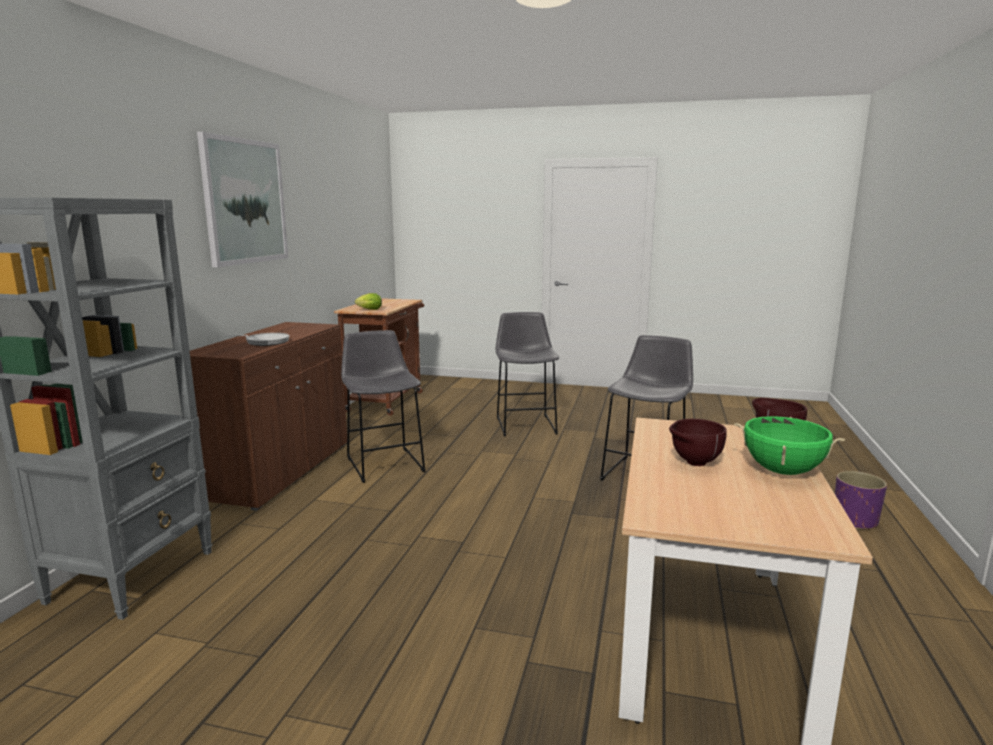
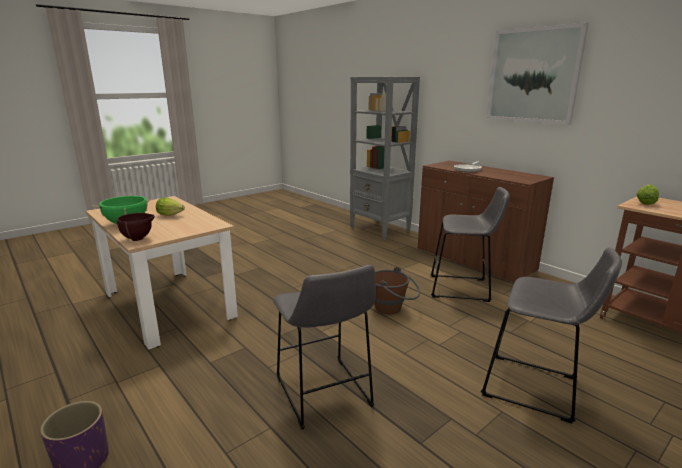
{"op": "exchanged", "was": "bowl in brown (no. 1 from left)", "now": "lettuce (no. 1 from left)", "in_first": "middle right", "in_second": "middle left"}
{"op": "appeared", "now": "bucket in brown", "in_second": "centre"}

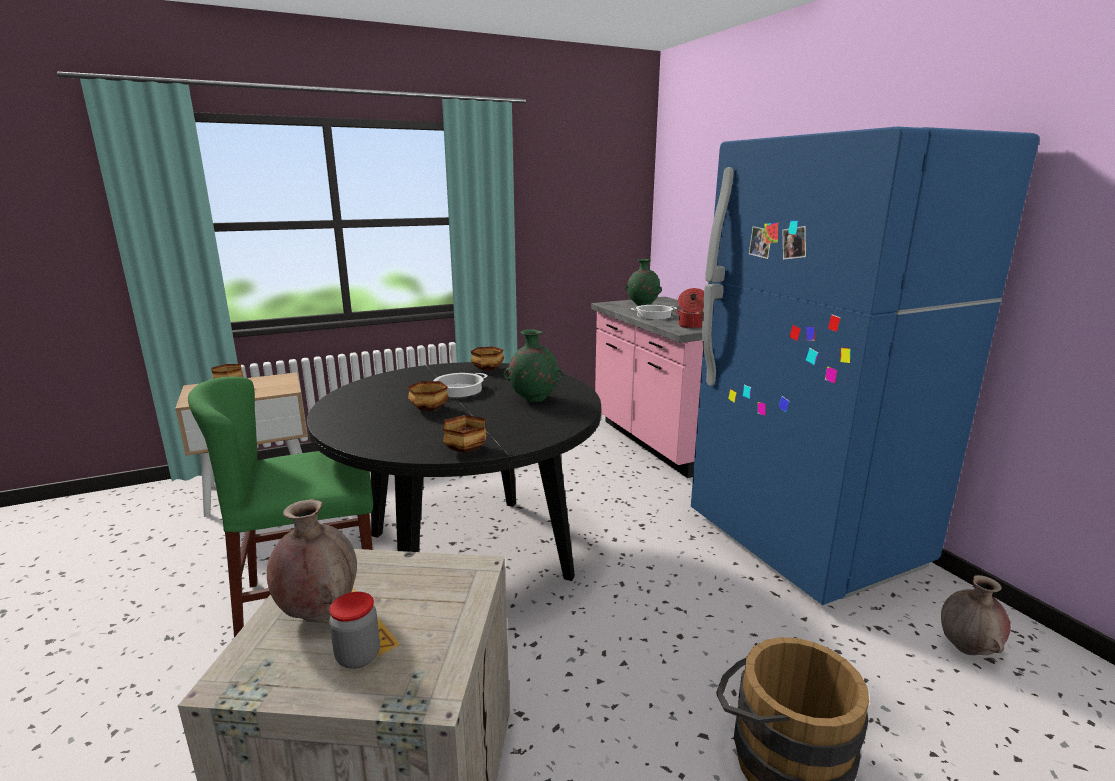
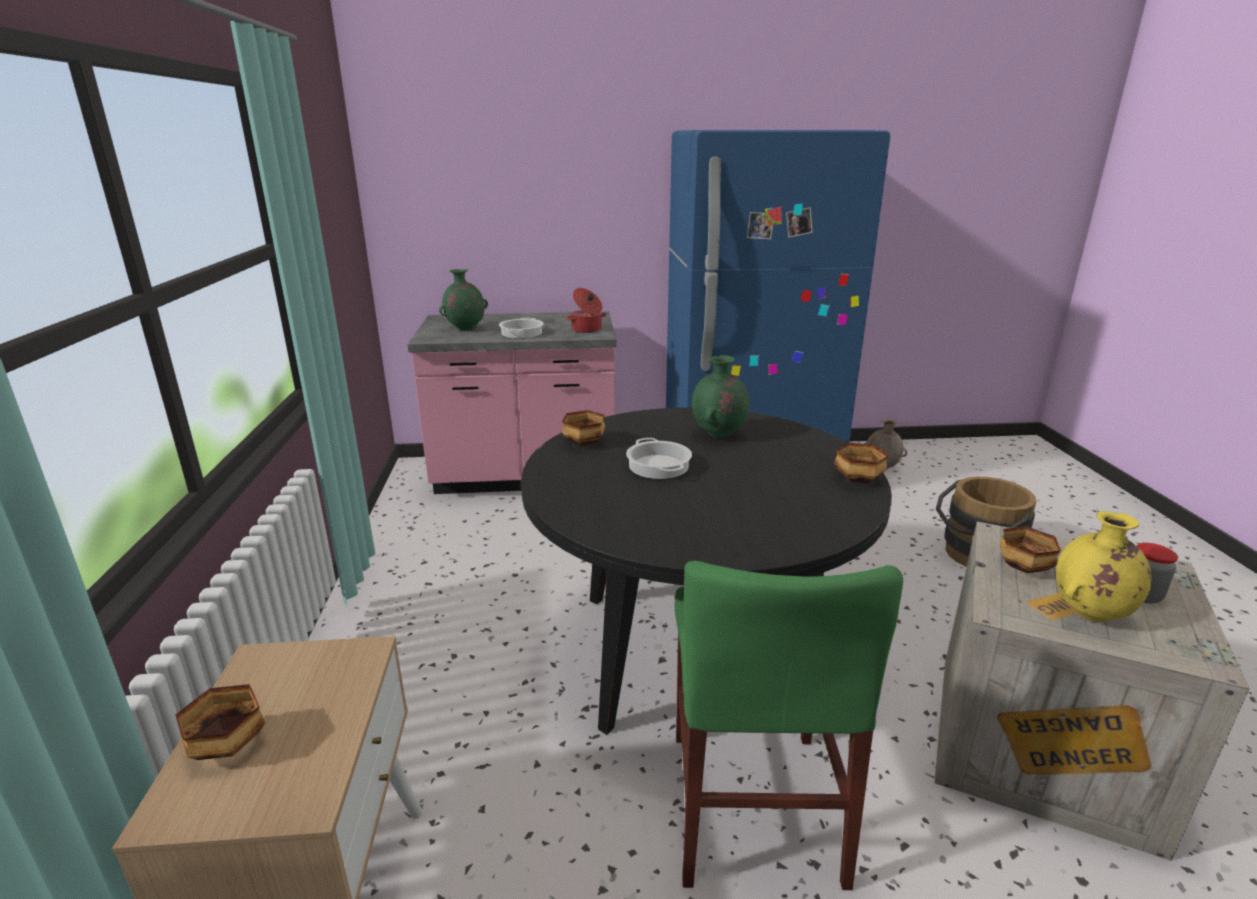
{"op": "relocated", "was": "bowl (no. 2 from left in the first image)", "now": "bowl (no. 4 from left)", "in_first": "centre", "in_second": "middle right"}
{"op": "colour", "was": "vase in brown (no. 1 from left)", "now": "vase in yellow", "in_first": "bottom left", "in_second": "middle right"}

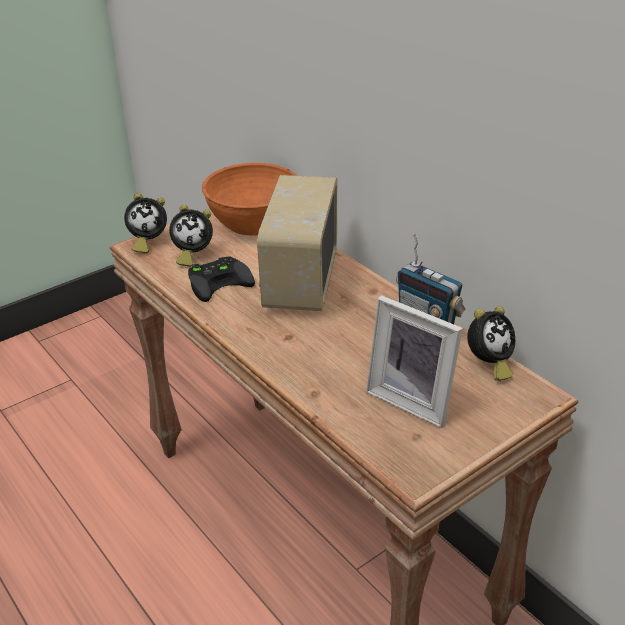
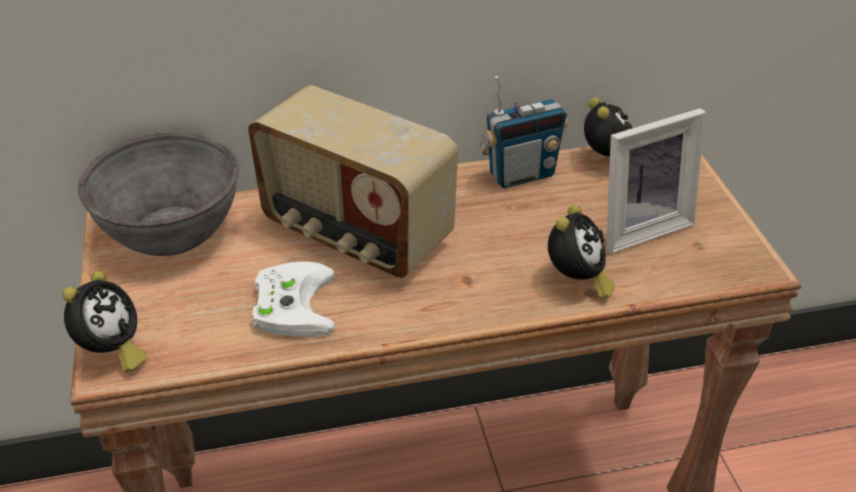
{"op": "colour", "was": "bowl in orange", "now": "bowl in grey", "in_first": "top centre", "in_second": "middle left"}
{"op": "colour", "was": "game controller in black", "now": "game controller in white", "in_first": "centre", "in_second": "centre"}
{"op": "relocated", "was": "alarm clock (no. 2 from left)", "in_first": "middle left", "in_second": "middle right"}

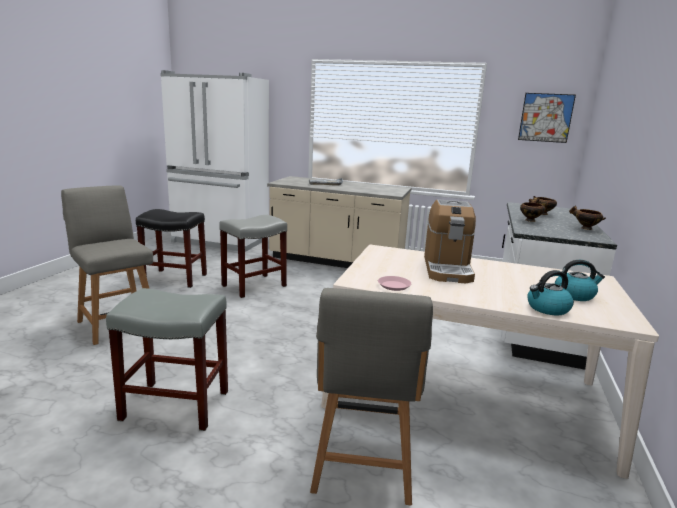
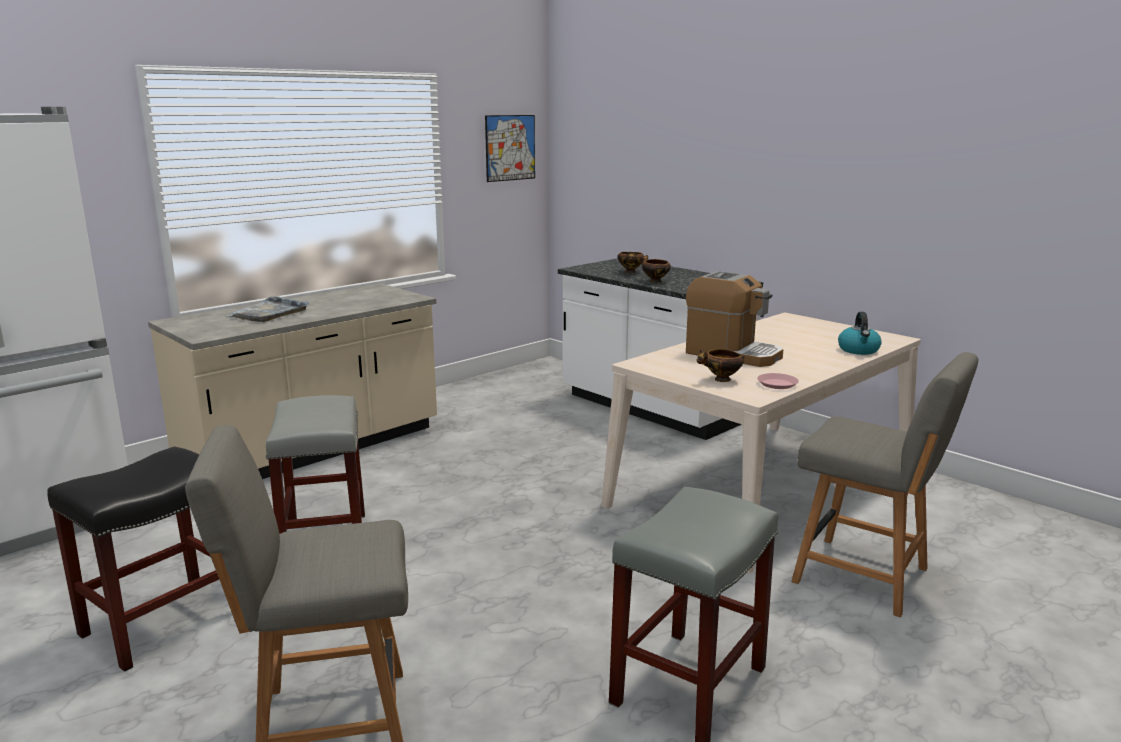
{"op": "relocated", "was": "bowl (no. 3 from left)", "in_first": "middle right", "in_second": "centre"}
{"op": "missing", "was": "kettle (no. 2 from left)", "in_first": "middle right"}

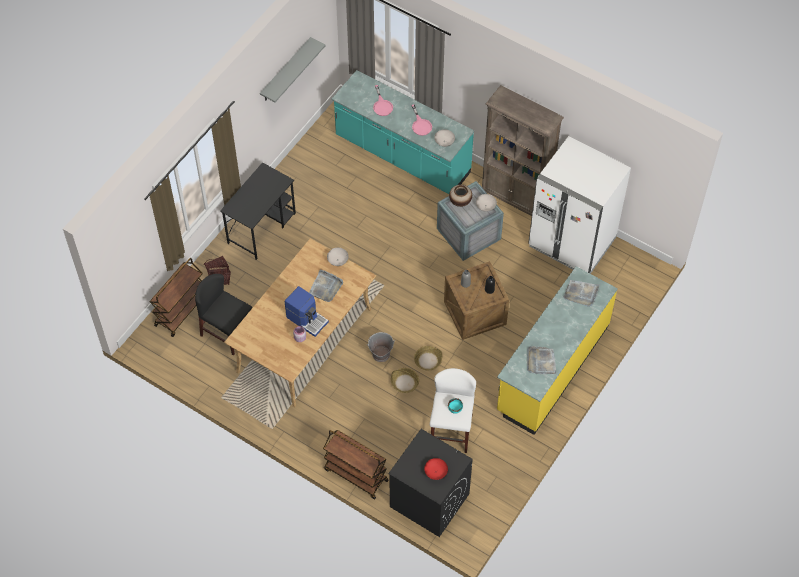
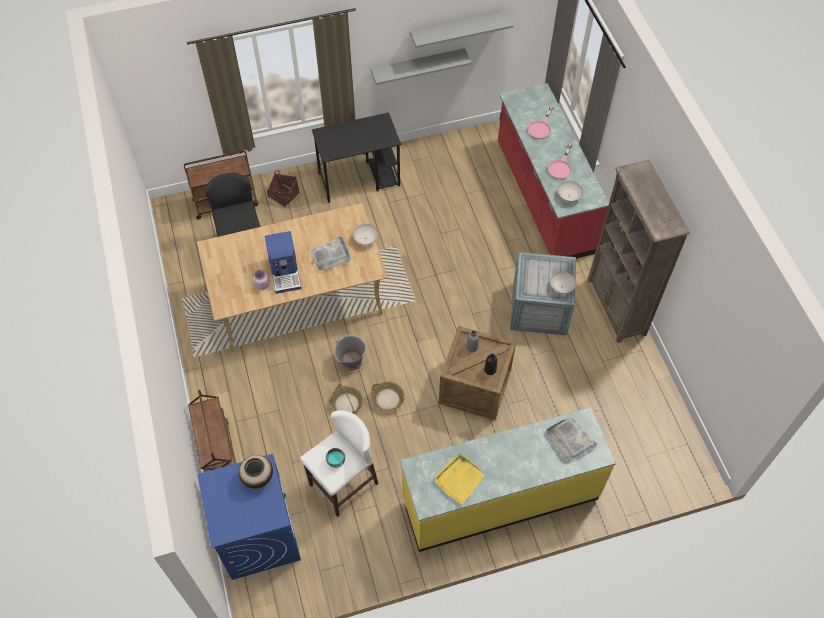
{"op": "colour", "was": "washing machine in black", "now": "washing machine in blue", "in_first": "bottom centre", "in_second": "bottom left"}
{"op": "relocated", "was": "vase", "in_first": "centre", "in_second": "bottom left"}
{"op": "appeared", "now": "shelf in grey (no. 1 from left)", "in_second": "top centre"}
{"op": "colour", "was": "tray in grey (no. 2 from left)", "now": "tray in yellow", "in_first": "middle right", "in_second": "bottom centre"}
{"op": "colour", "was": "counter in turquoise", "now": "counter in red", "in_first": "top centre", "in_second": "top right"}
{"op": "missing", "was": "bowl in red", "in_first": "bottom centre"}
{"op": "missing", "was": "fridge in white", "in_first": "middle right"}

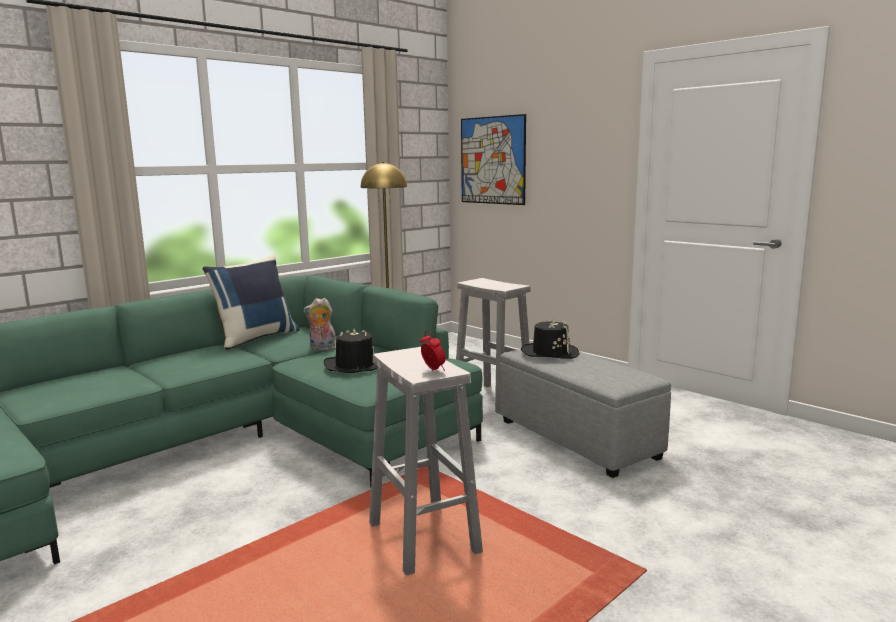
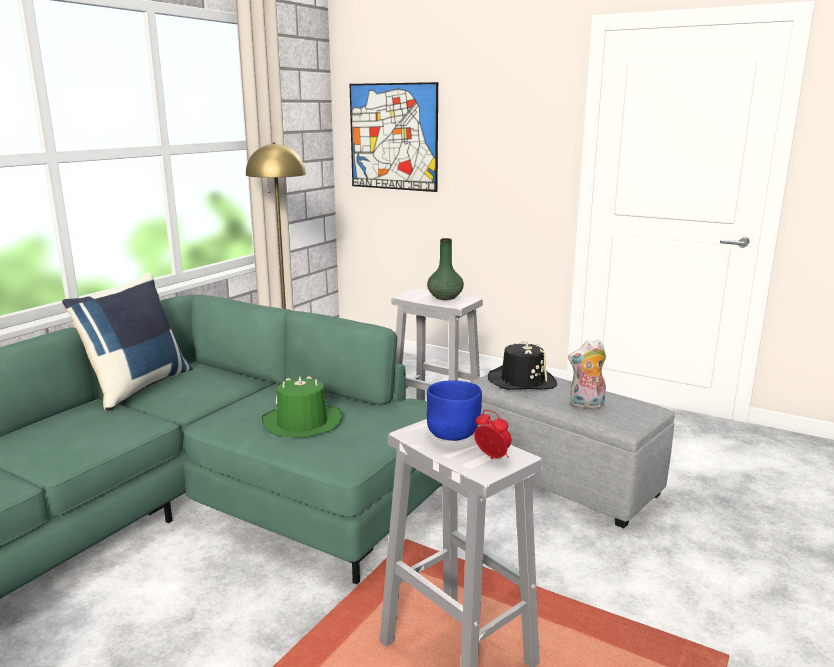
{"op": "colour", "was": "hat in black (no. 1 from left)", "now": "hat in green", "in_first": "centre", "in_second": "centre"}
{"op": "appeared", "now": "vase in green", "in_second": "centre"}
{"op": "appeared", "now": "bowl in blue", "in_second": "centre"}
{"op": "relocated", "was": "plush toy", "in_first": "centre", "in_second": "middle right"}

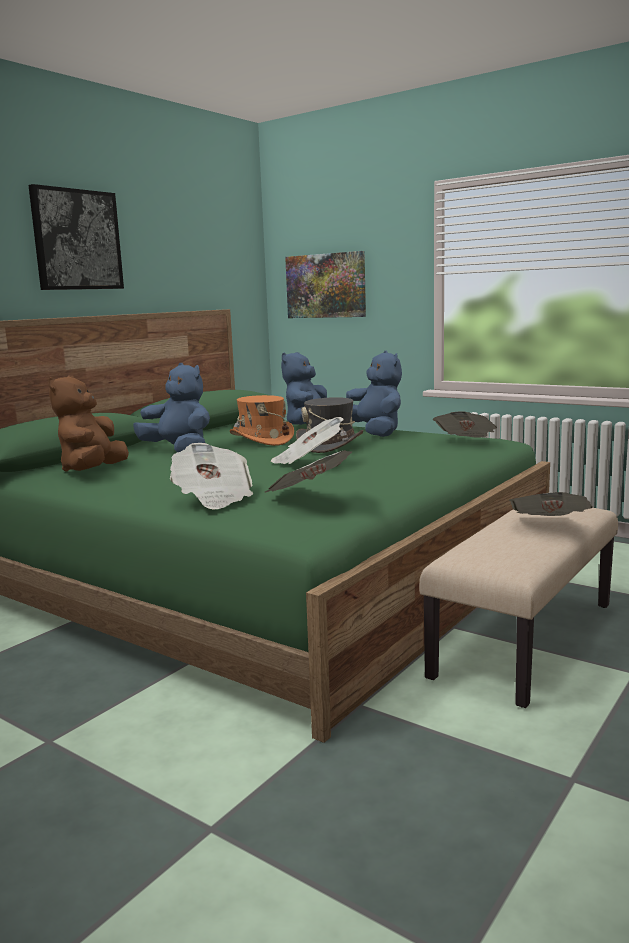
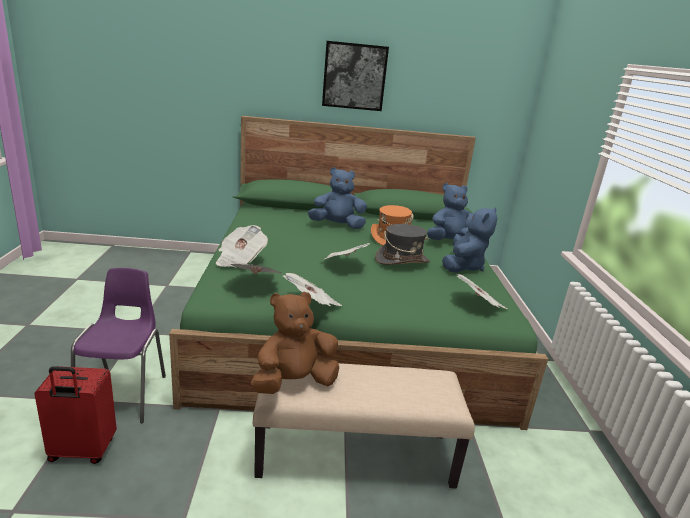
{"op": "appeared", "now": "suitcase in red", "in_second": "bottom left"}
{"op": "appeared", "now": "chair in purple", "in_second": "middle left"}
{"op": "relocated", "was": "plush toy in brown", "in_first": "middle left", "in_second": "centre"}
{"op": "relocated", "was": "newspaper (no. 5 from left in the first image)", "now": "newspaper (no. 3 from left)", "in_first": "middle right", "in_second": "centre"}
{"op": "spun", "was": "plush toy in blue (no. 1 from left)", "in_first": "middle left", "in_second": "centre", "clockwise": -90}
{"op": "missing", "was": "picture (no. 2 from left)", "in_first": "top centre"}

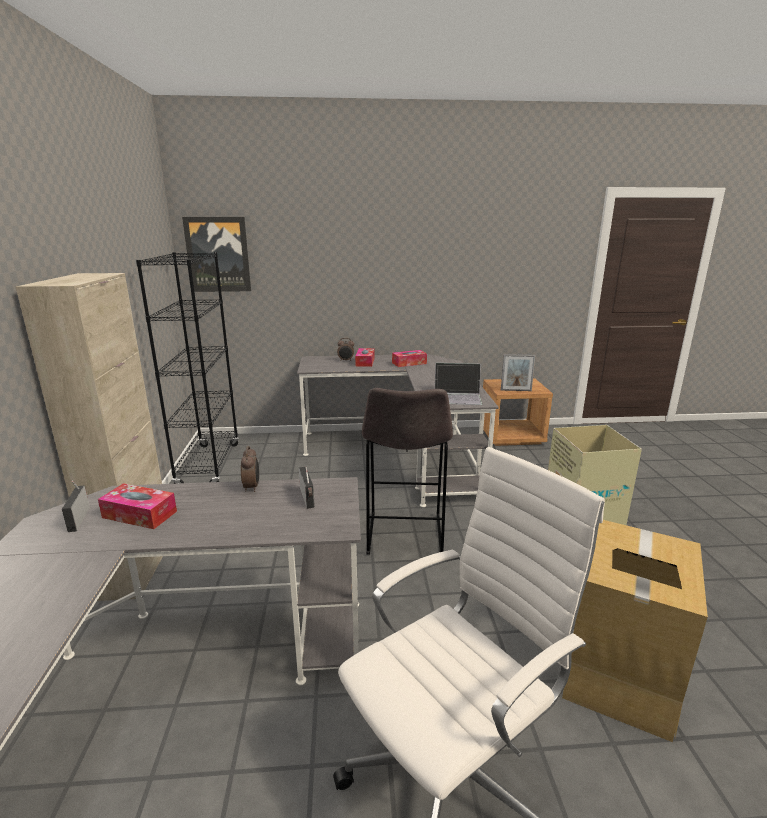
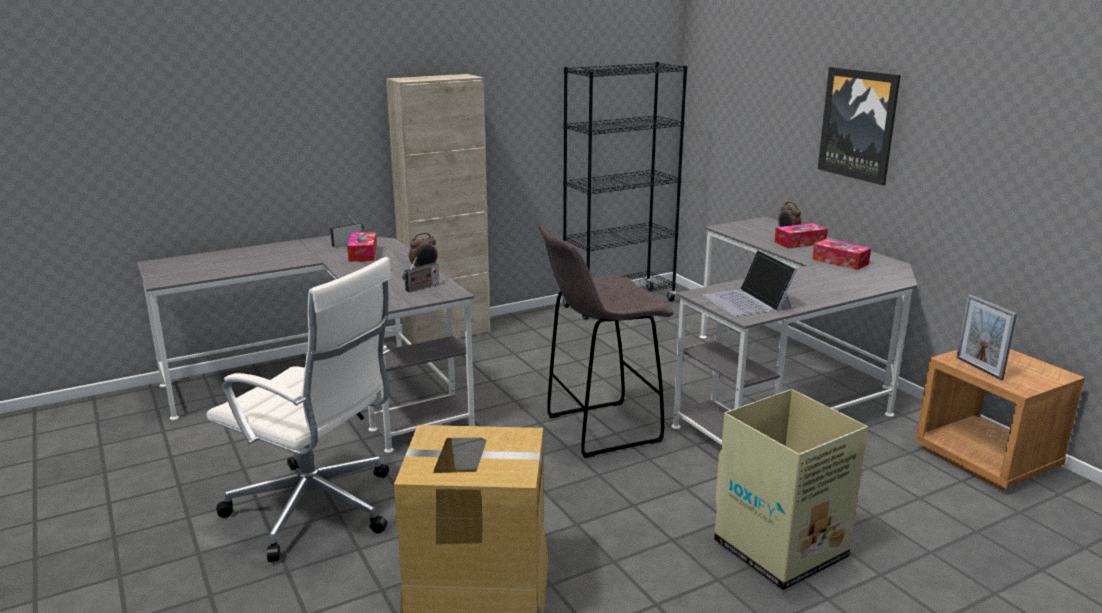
{"op": "relocated", "was": "picture", "in_first": "top left", "in_second": "top right"}

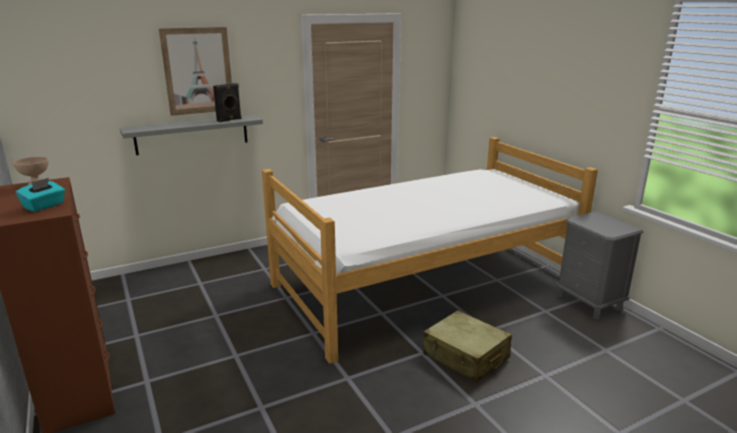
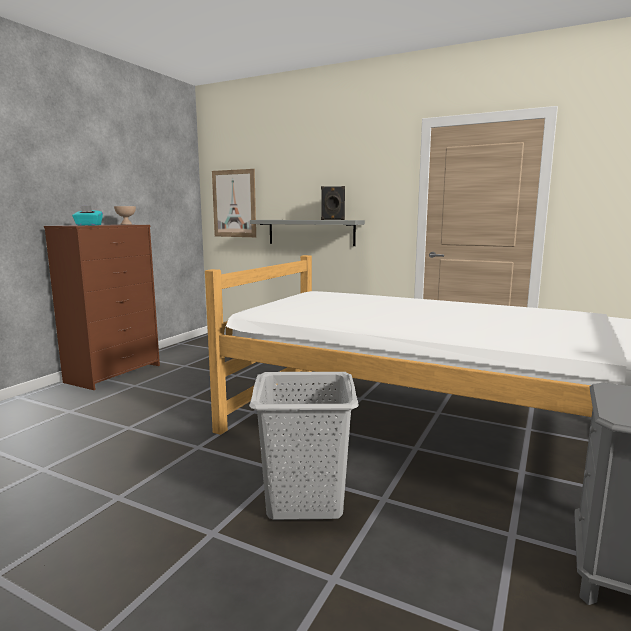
{"op": "relocated", "was": "picture", "in_first": "top left", "in_second": "top centre"}
{"op": "exchanged", "was": "suitcase in beige", "now": "laundry basket in grey", "in_first": "bottom centre", "in_second": "bottom centre"}

